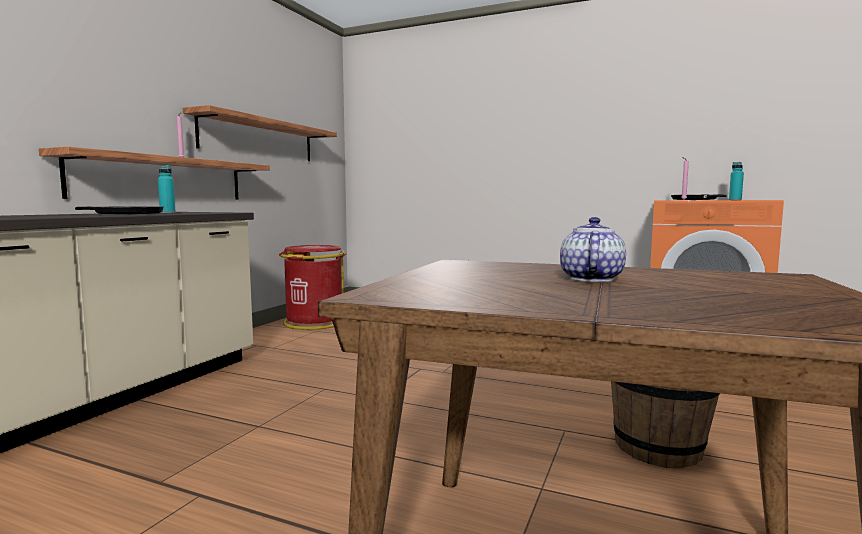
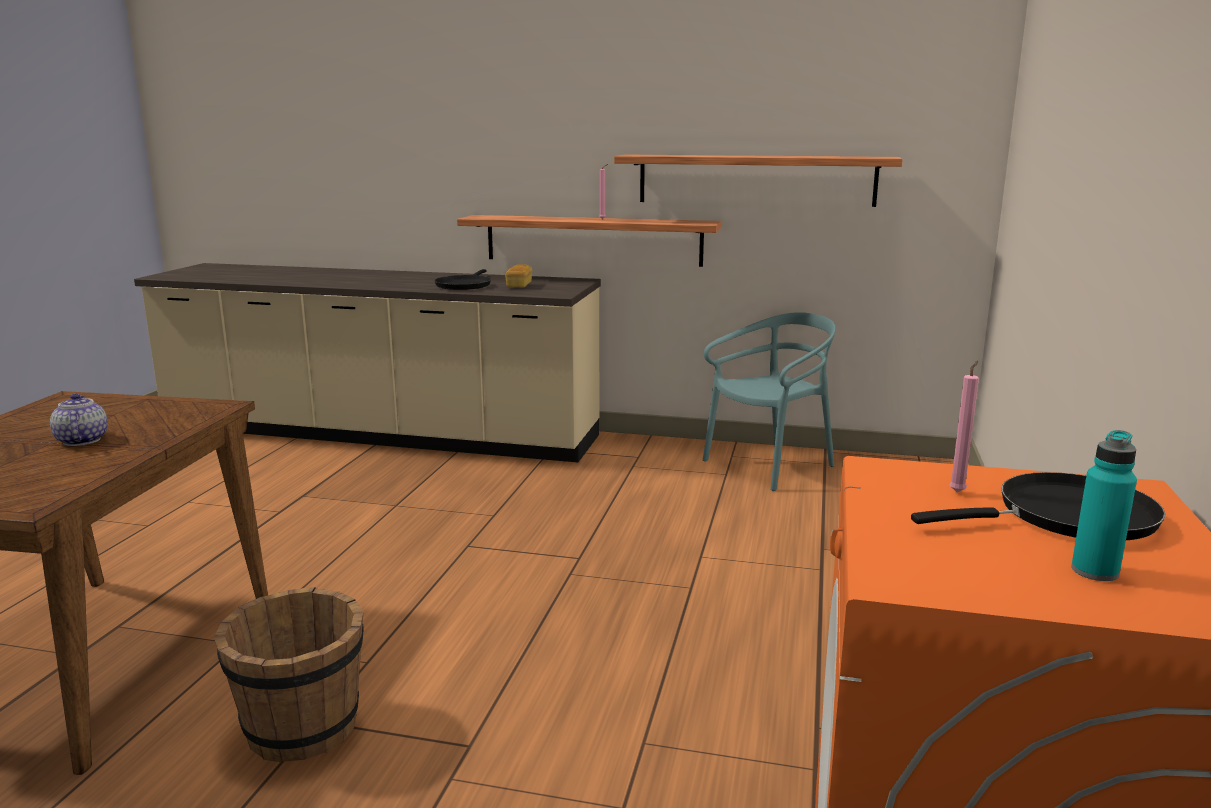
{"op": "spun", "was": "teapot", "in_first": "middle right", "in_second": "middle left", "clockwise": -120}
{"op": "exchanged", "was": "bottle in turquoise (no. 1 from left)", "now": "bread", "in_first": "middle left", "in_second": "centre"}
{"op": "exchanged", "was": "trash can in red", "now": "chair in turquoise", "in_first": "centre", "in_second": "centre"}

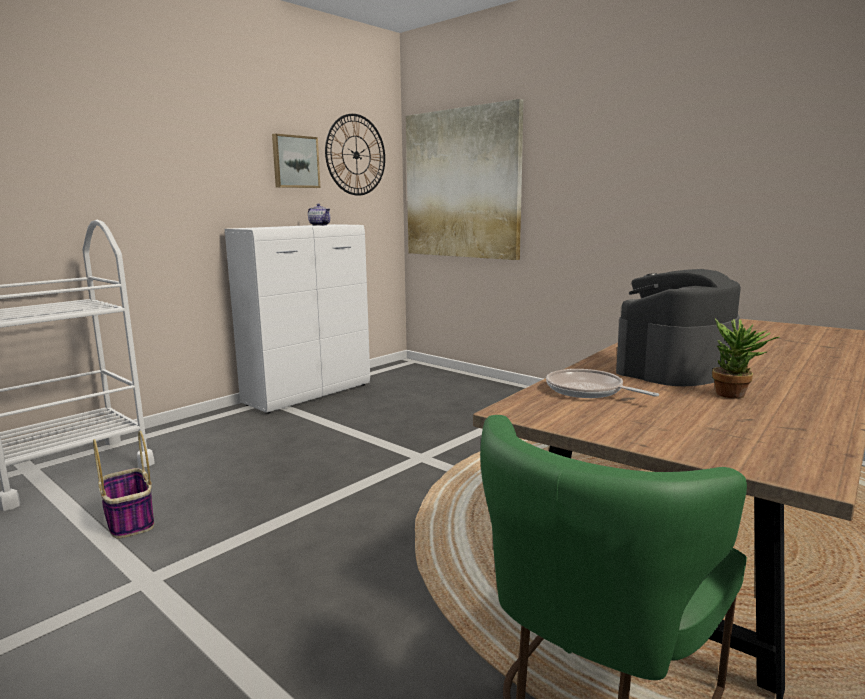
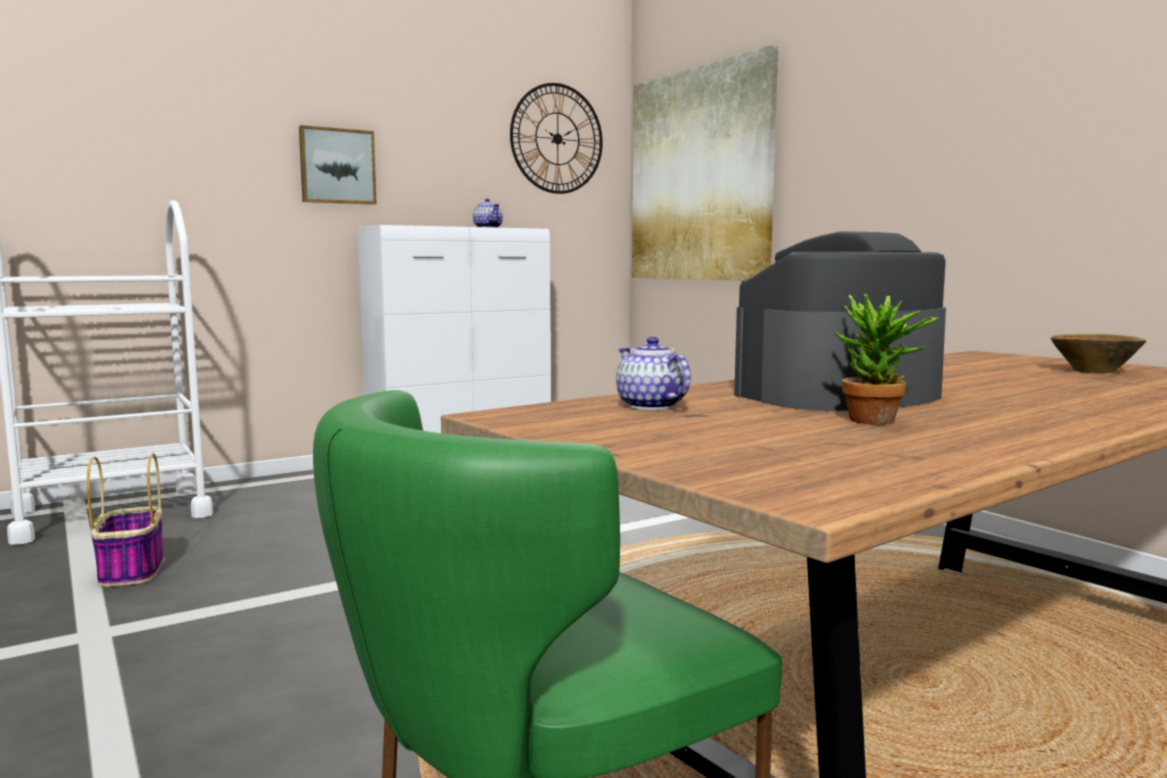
{"op": "relocated", "was": "picture (no. 1 from left)", "in_first": "top centre", "in_second": "top left"}
{"op": "exchanged", "was": "frying pan", "now": "teapot (no. 2 from left)", "in_first": "middle right", "in_second": "centre"}
{"op": "appeared", "now": "bowl in brown", "in_second": "middle right"}

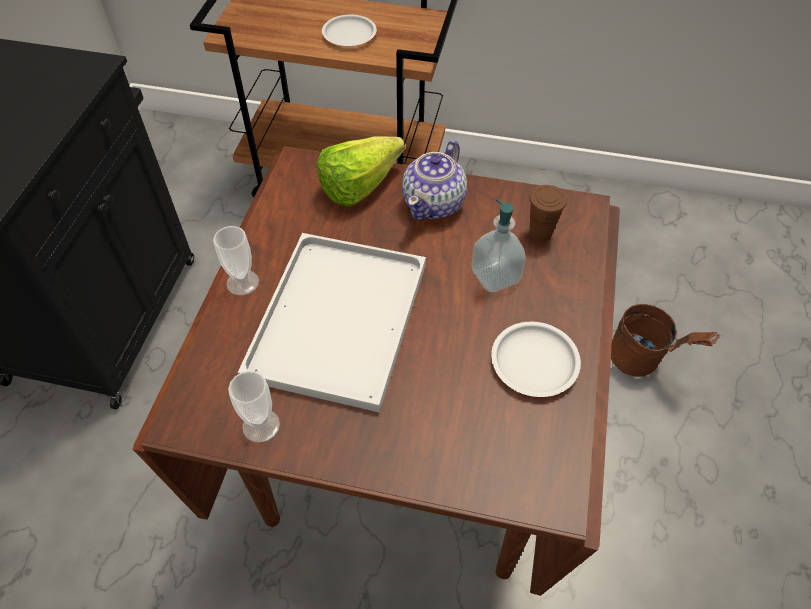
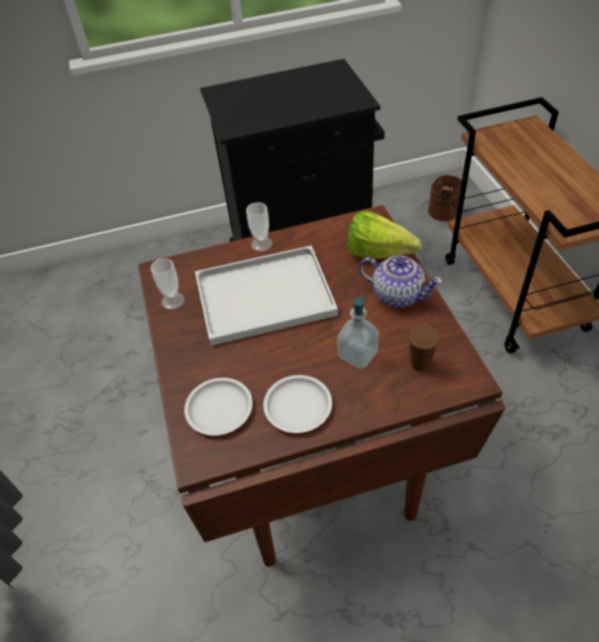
{"op": "relocated", "was": "plate in white (no. 1 from left)", "in_first": "top centre", "in_second": "centre"}
{"op": "spun", "was": "teapot", "in_first": "top centre", "in_second": "middle right", "clockwise": -150}
{"op": "relocated", "was": "bucket in brown", "in_first": "middle right", "in_second": "top right"}

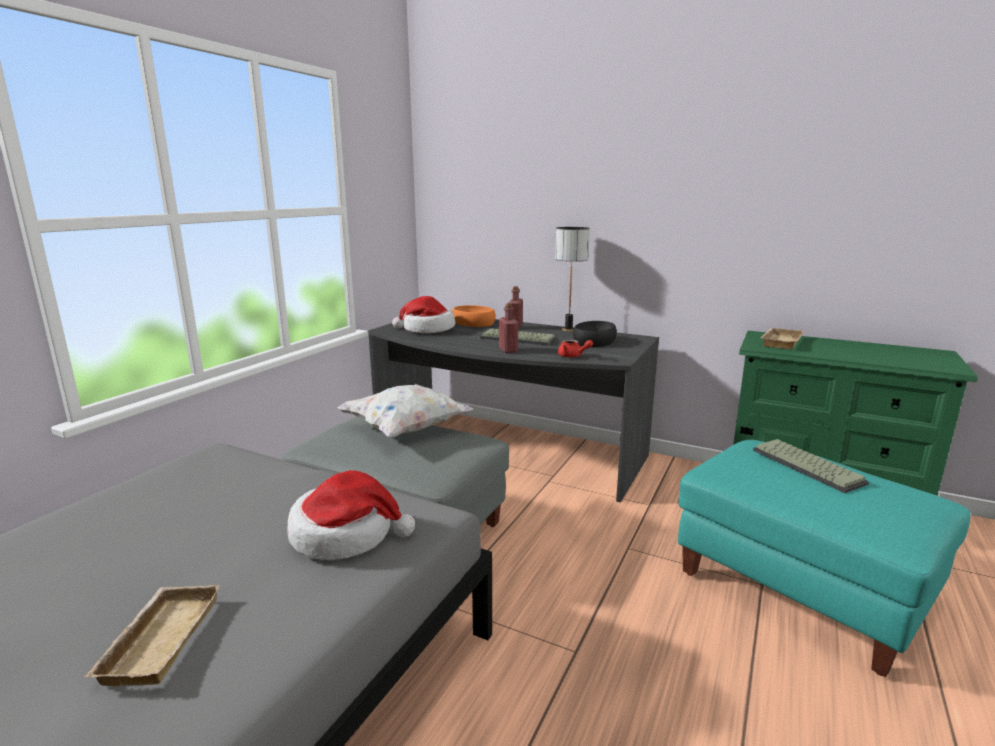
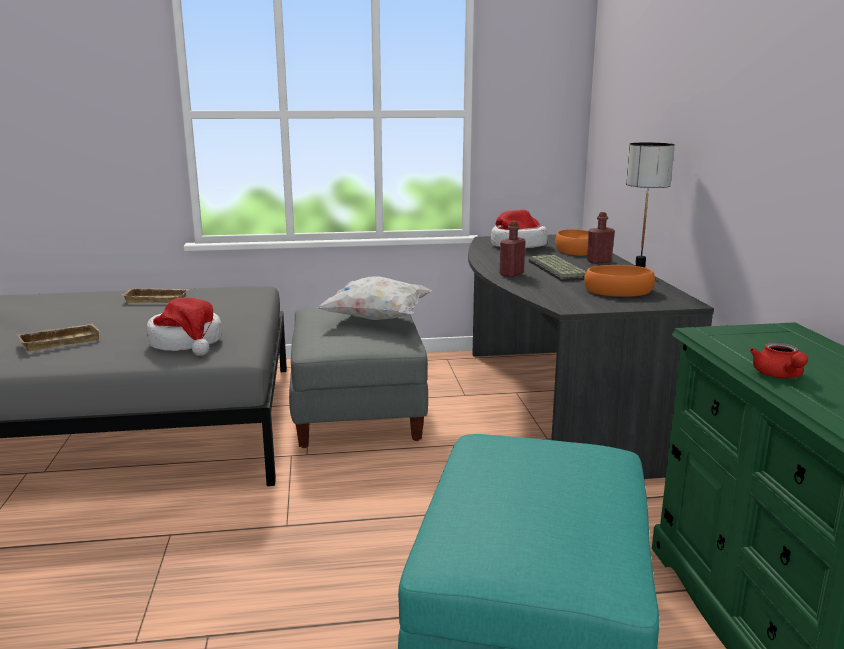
{"op": "relocated", "was": "tray in beige (no. 2 from left)", "in_first": "middle right", "in_second": "middle left"}
{"op": "colour", "was": "bowl in black", "now": "bowl in orange (no. 2 from left)", "in_first": "centre", "in_second": "middle right"}
{"op": "relocated", "was": "teapot in red", "in_first": "centre", "in_second": "middle right"}
{"op": "missing", "was": "keyboard (no. 2 from left)", "in_first": "middle right"}

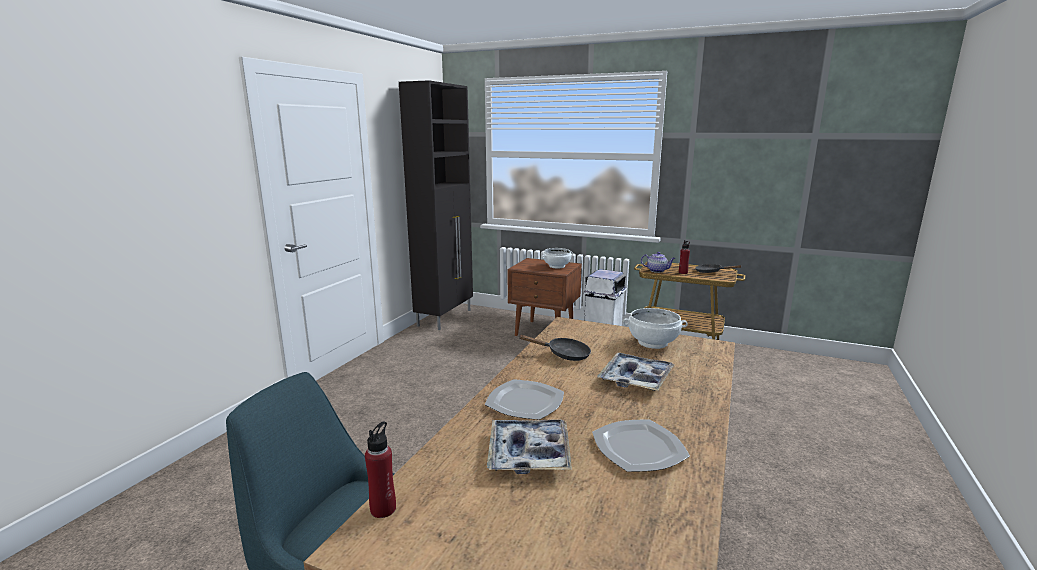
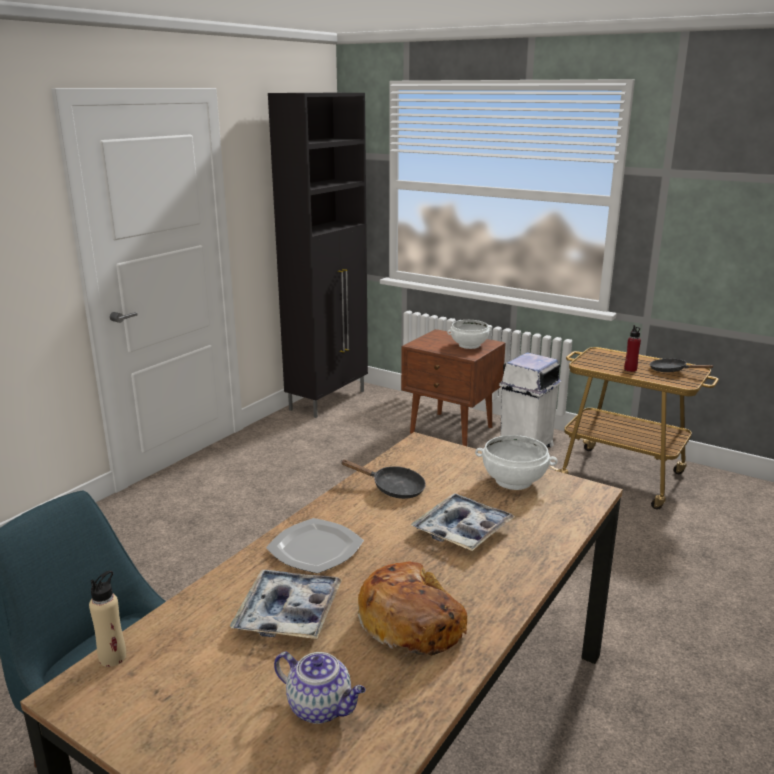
{"op": "colour", "was": "bottle in red (no. 1 from left)", "now": "bottle in beige", "in_first": "bottom centre", "in_second": "bottom left"}
{"op": "relocated", "was": "teapot", "in_first": "centre", "in_second": "bottom centre"}
{"op": "exchanged", "was": "plate (no. 2 from left)", "now": "bread", "in_first": "bottom centre", "in_second": "bottom centre"}

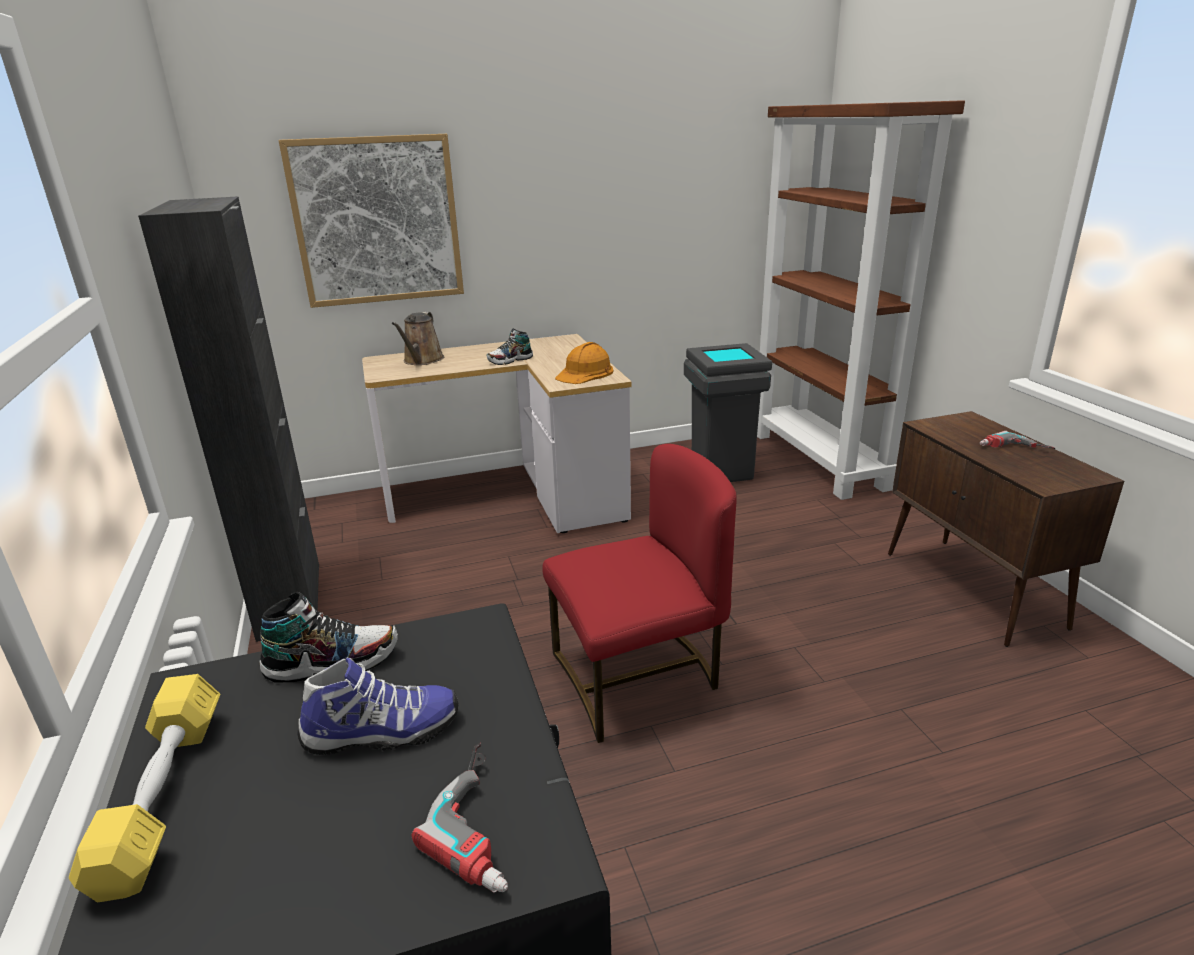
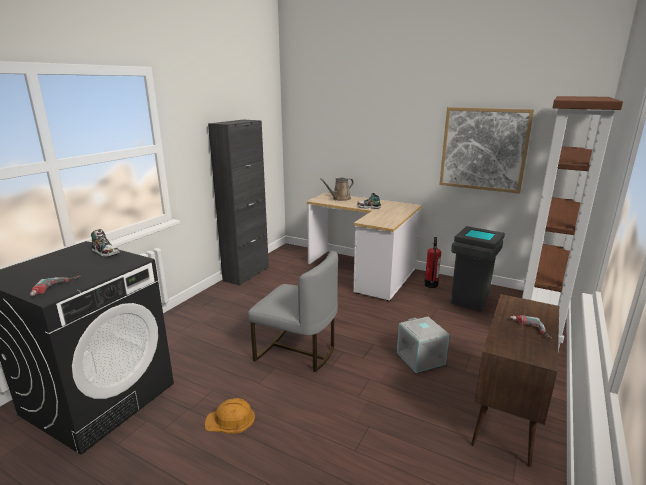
{"op": "relocated", "was": "hard hat in orange", "in_first": "centre", "in_second": "bottom centre"}
{"op": "colour", "was": "chair in red", "now": "chair in grey", "in_first": "centre", "in_second": "centre"}
{"op": "appeared", "now": "storage box in grey", "in_second": "bottom centre"}
{"op": "appeared", "now": "fire extinguisher", "in_second": "middle right"}
{"op": "relocated", "was": "picture", "in_first": "top left", "in_second": "top right"}
{"op": "missing", "was": "dumbbell in yellow", "in_first": "bottom left"}
{"op": "missing", "was": "shoe (no. 2 from left)", "in_first": "bottom left"}

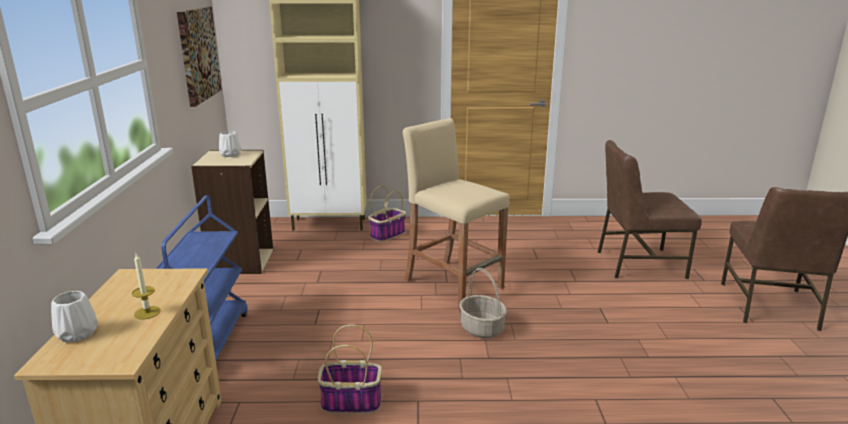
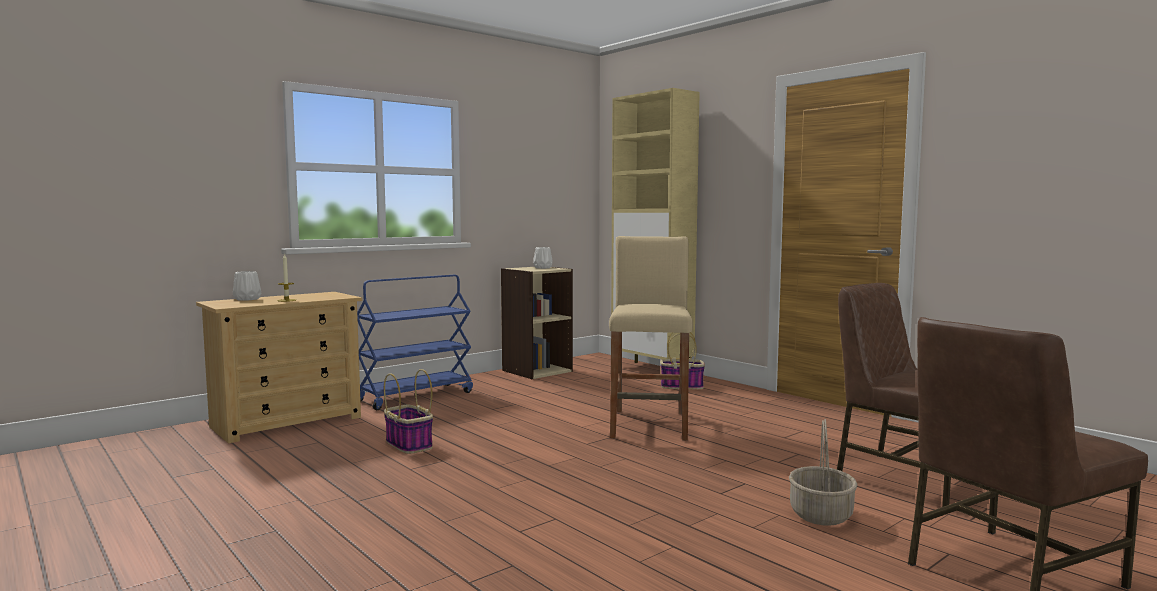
{"op": "relocated", "was": "basket (no. 3 from left)", "in_first": "bottom centre", "in_second": "bottom right"}
{"op": "missing", "was": "picture", "in_first": "top left"}

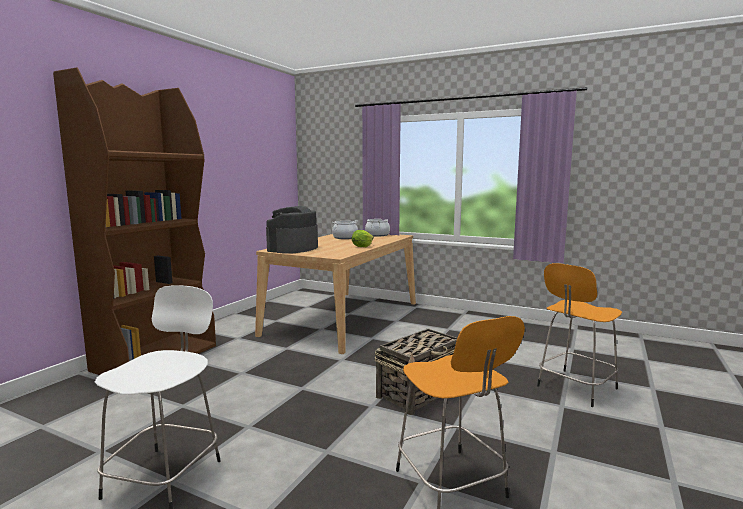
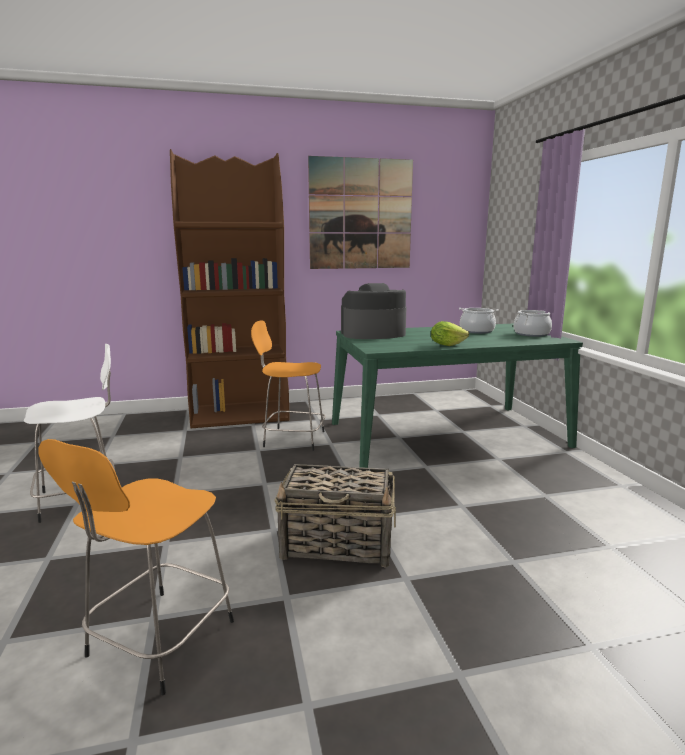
{"op": "relocated", "was": "stool in orange (no. 2 from left)", "in_first": "middle right", "in_second": "centre"}
{"op": "appeared", "now": "picture", "in_second": "top centre"}
{"op": "colour", "was": "dining table in beige", "now": "dining table in green", "in_first": "centre", "in_second": "middle right"}

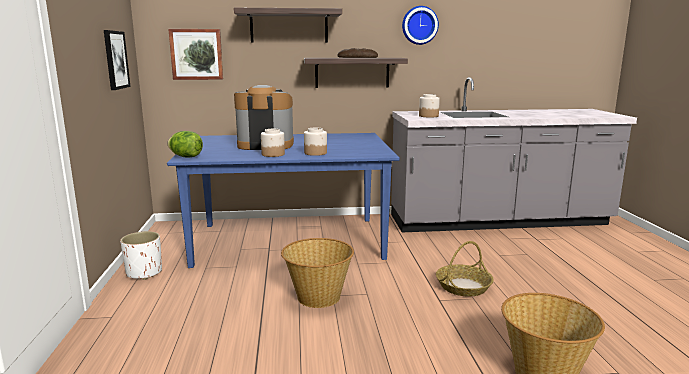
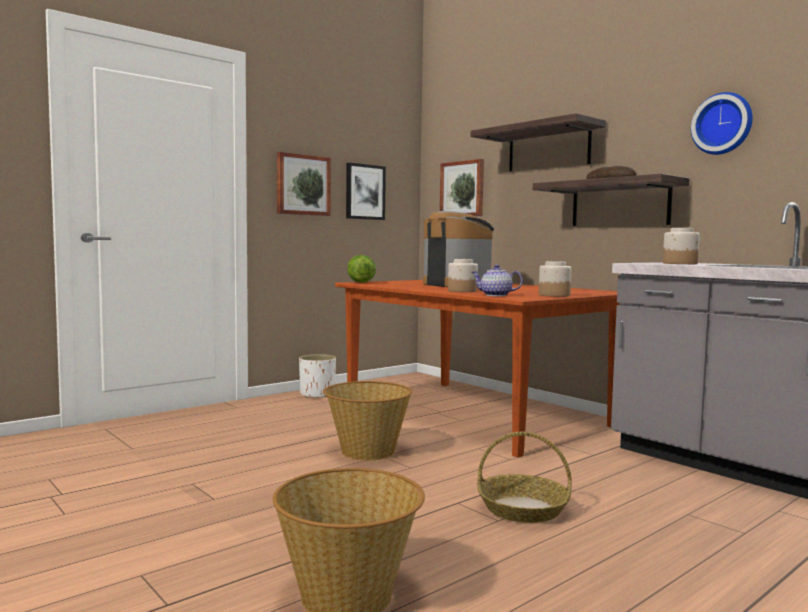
{"op": "appeared", "now": "picture (no. 1 from left)", "in_second": "top centre"}
{"op": "colour", "was": "dining table in blue", "now": "dining table in brown", "in_first": "centre", "in_second": "centre"}
{"op": "appeared", "now": "teapot", "in_second": "centre"}
{"op": "relocated", "was": "jar (no. 1 from left in the first image)", "now": "jar (no. 2 from left)", "in_first": "centre", "in_second": "middle right"}

